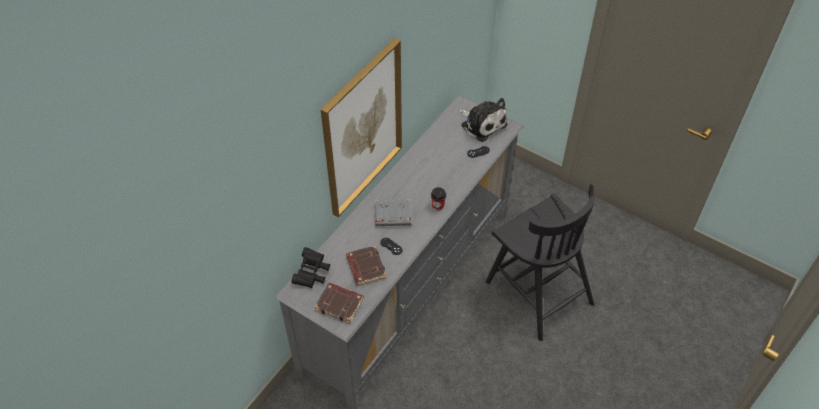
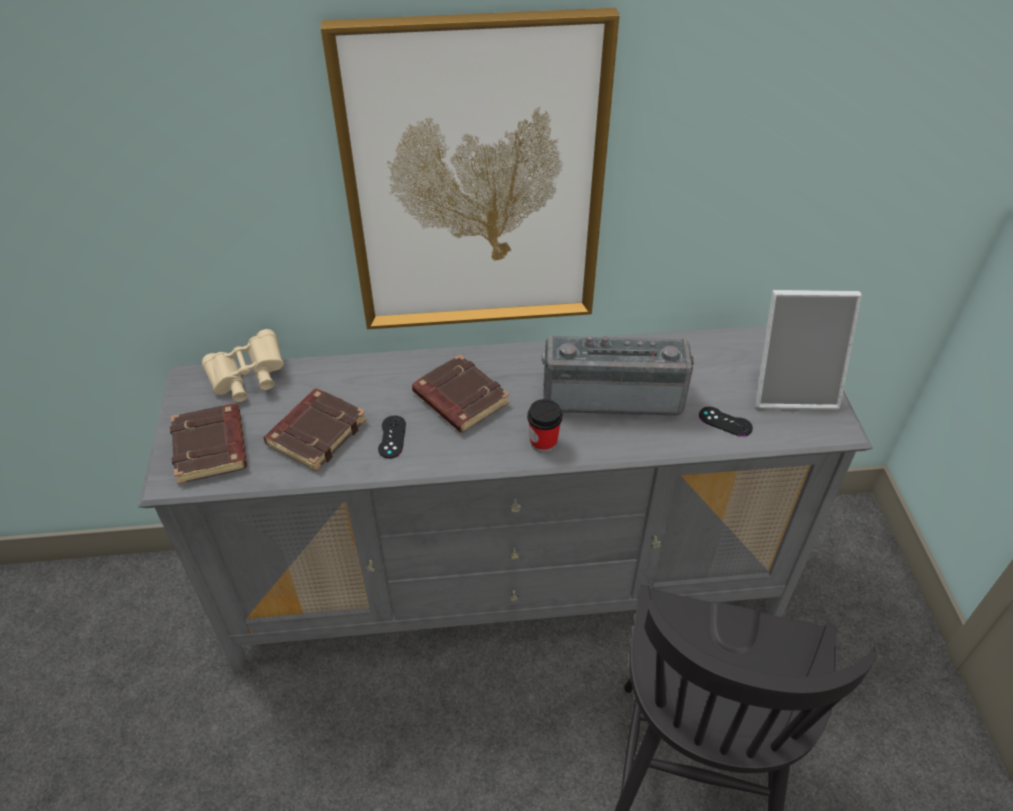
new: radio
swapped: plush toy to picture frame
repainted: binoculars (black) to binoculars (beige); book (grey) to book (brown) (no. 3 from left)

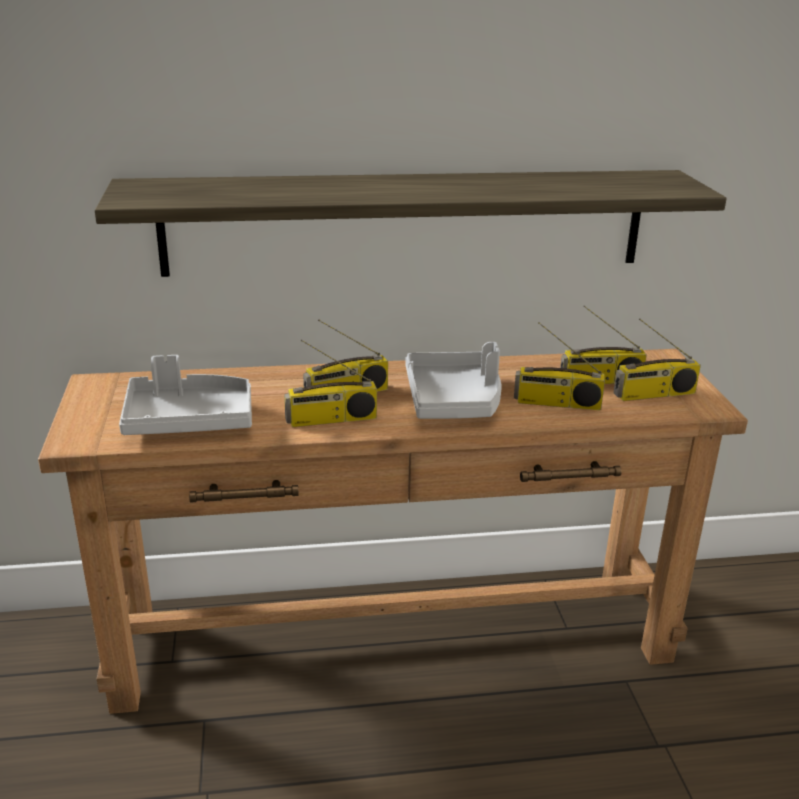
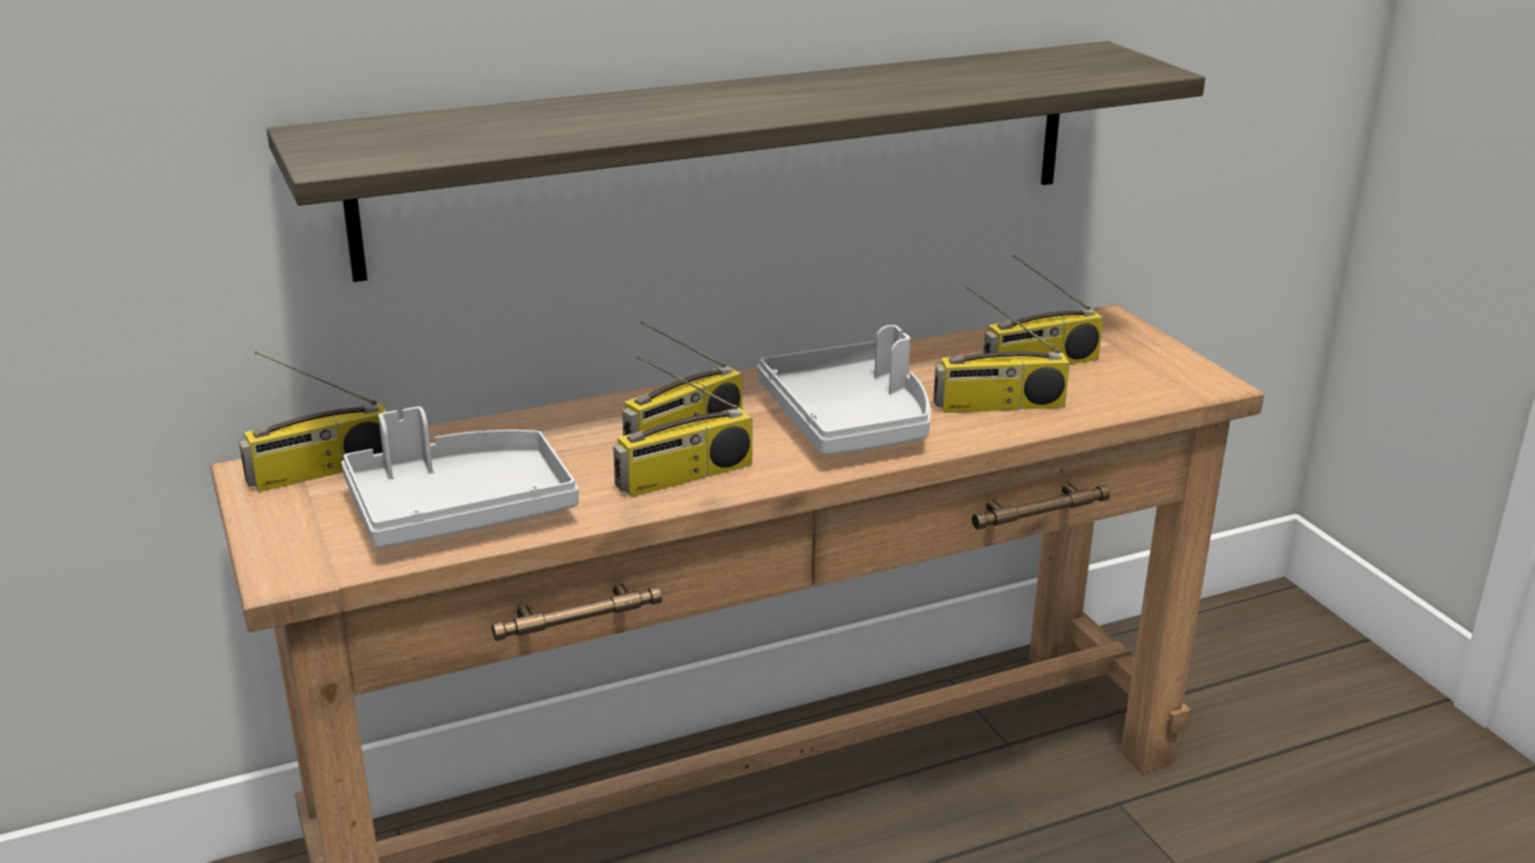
shifted: radio (no. 5 from left in the first image) to radio (no. 1 from left)

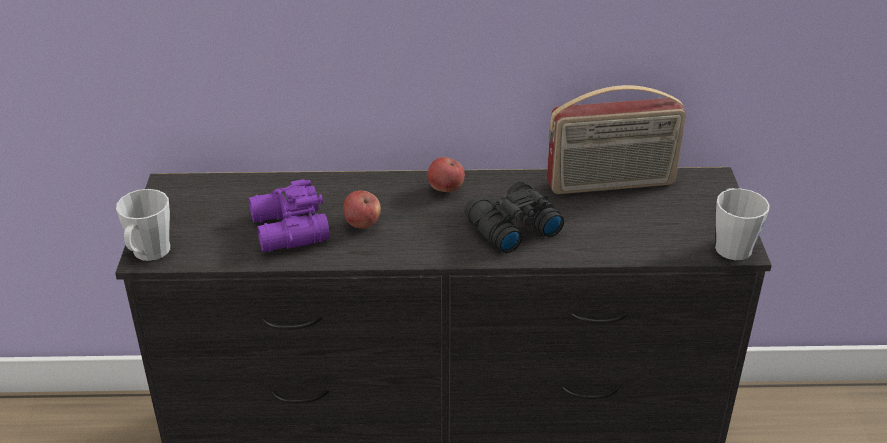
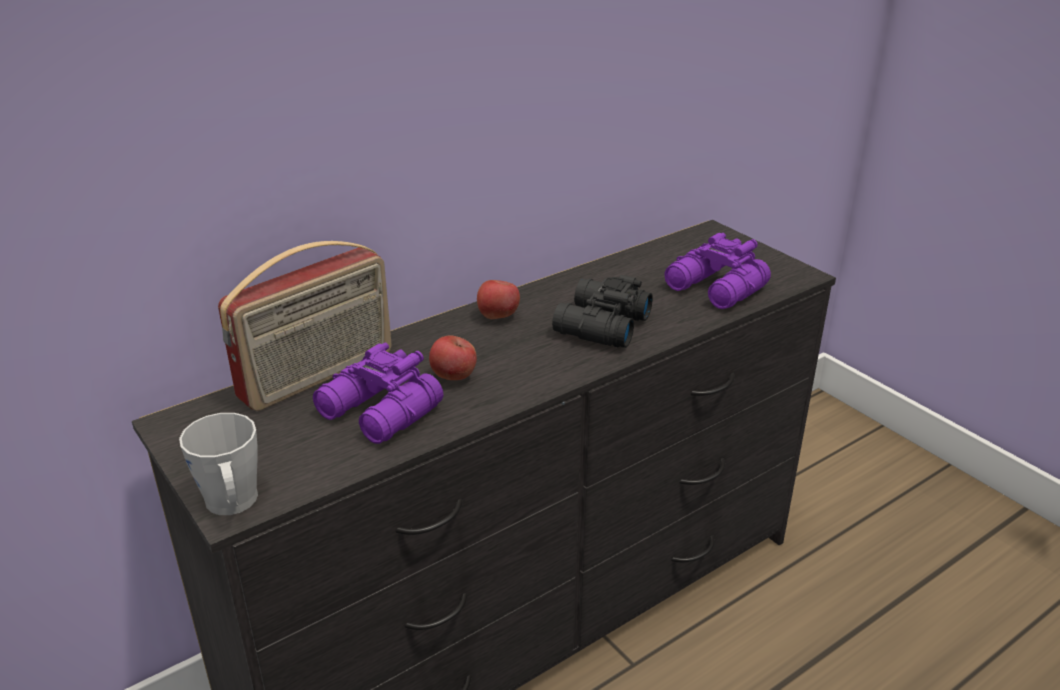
gone: mug (grey) (no. 2 from left)
new: binoculars (purple) (no. 2 from left)
shifted: radio

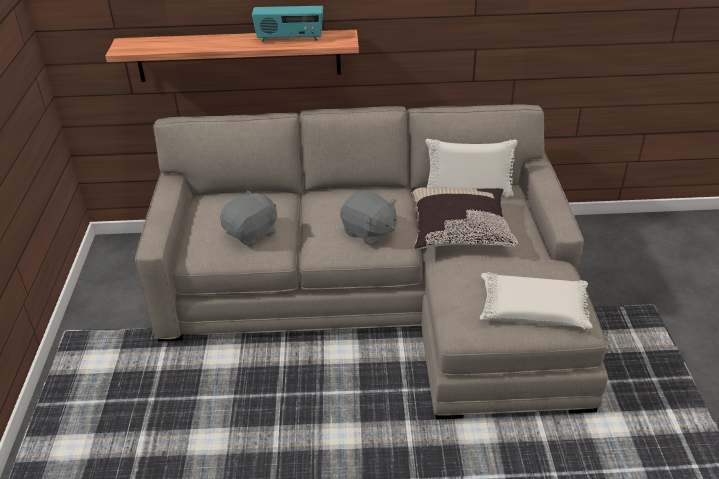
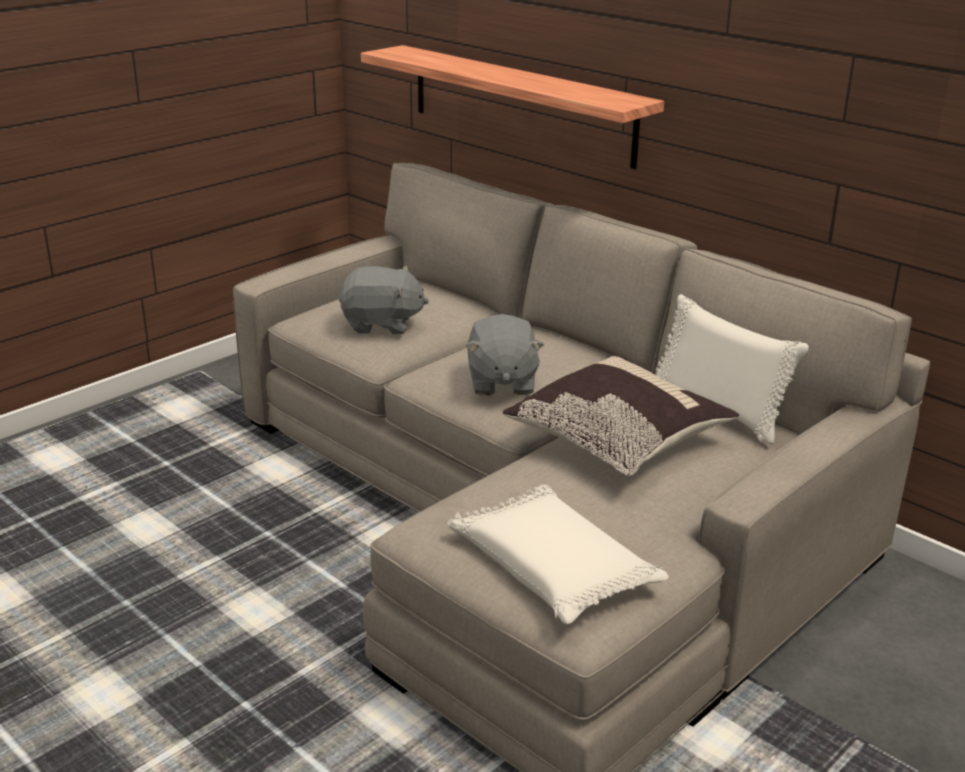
gone: radio

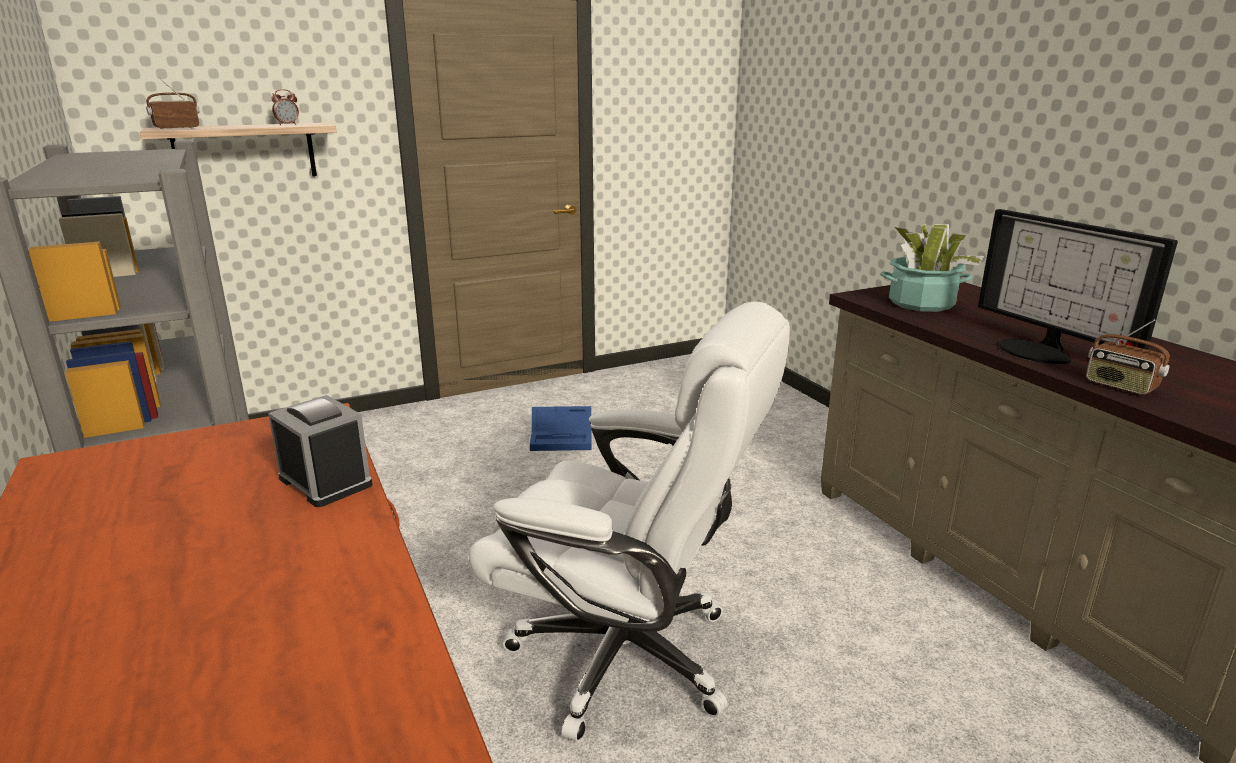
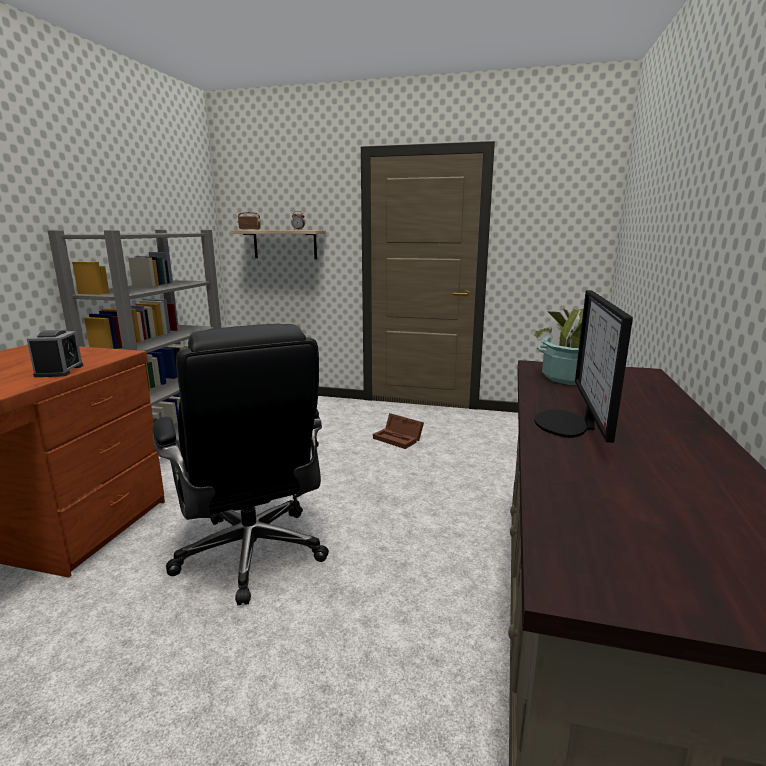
gone: radio (no. 2 from left)
repainted: office chair (white) to office chair (black); storage box (blue) to storage box (brown)

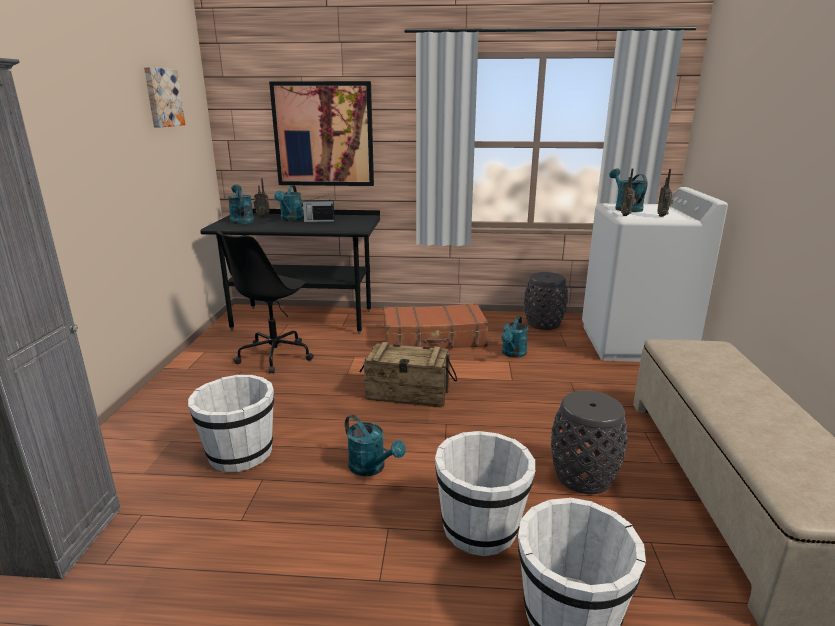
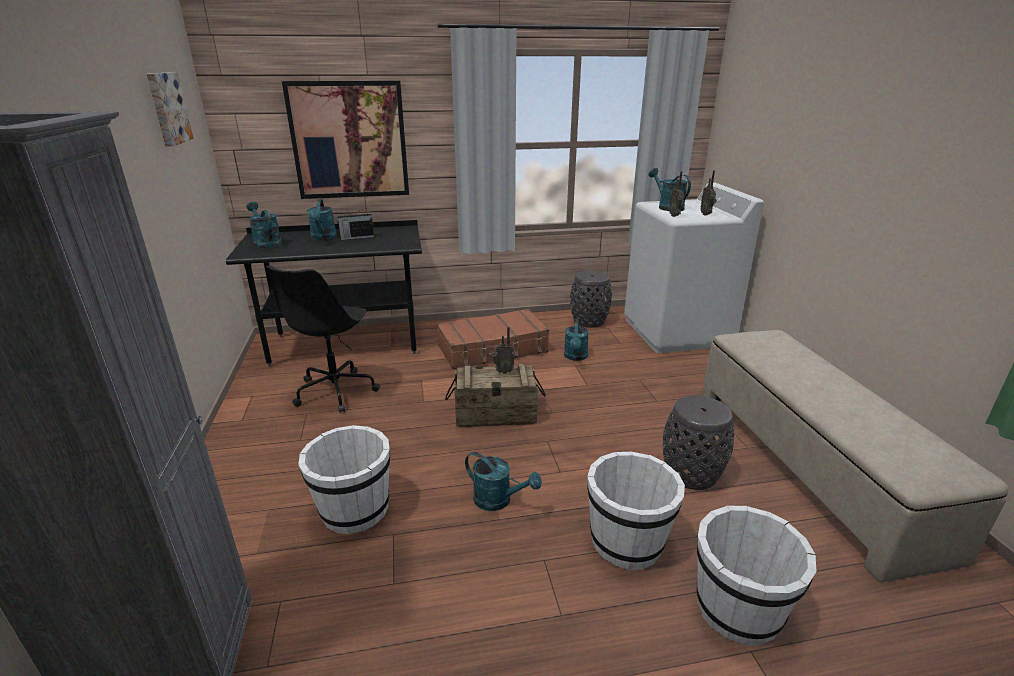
shifted: radio (no. 1 from left in the first image) to radio (no. 2 from left)

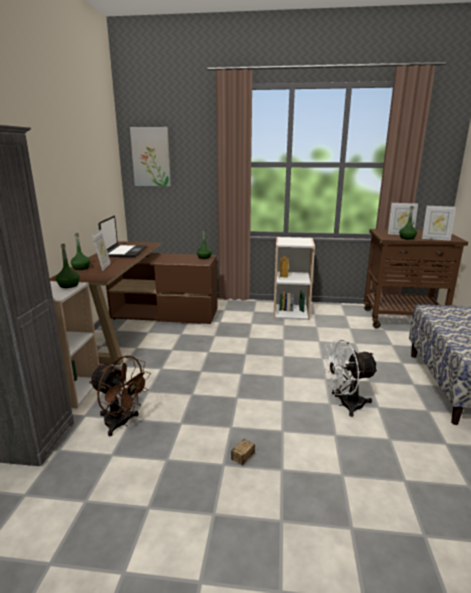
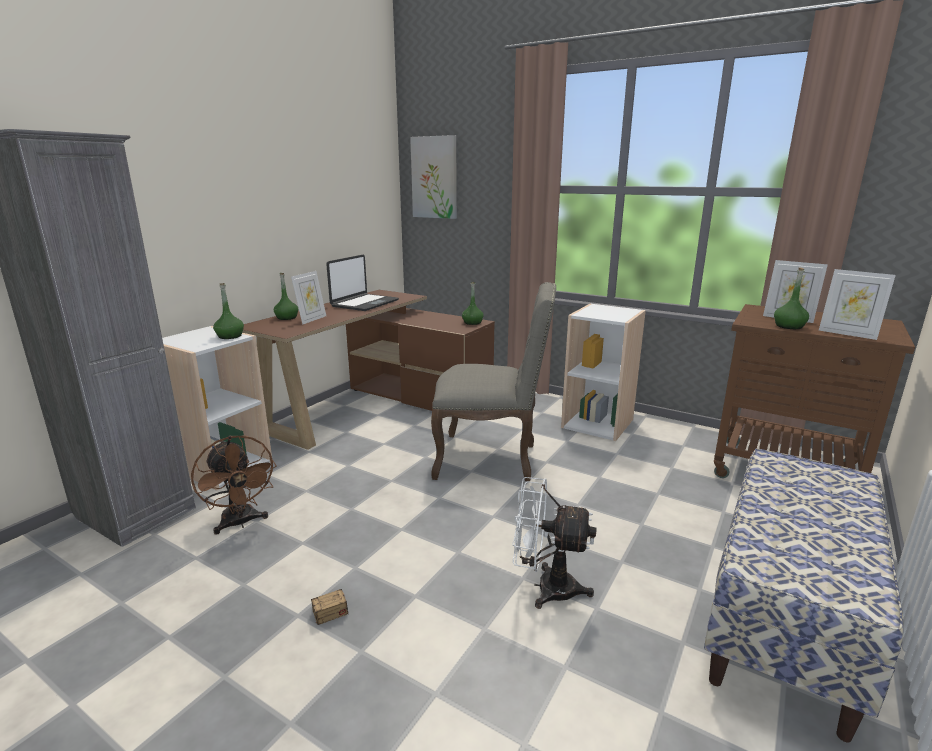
new: chair (grey)

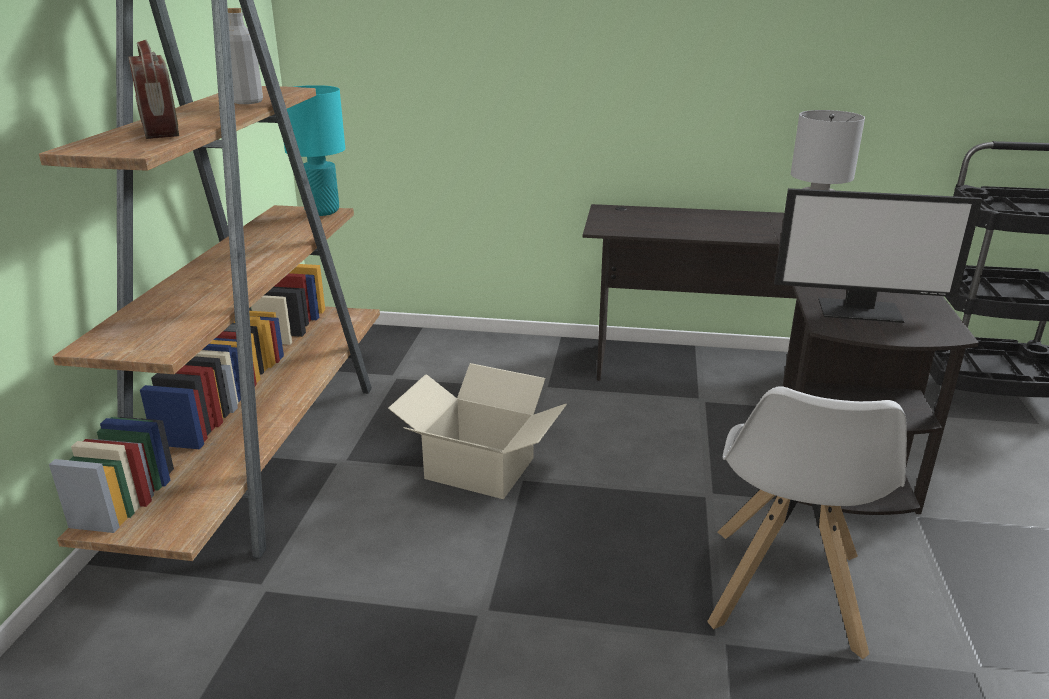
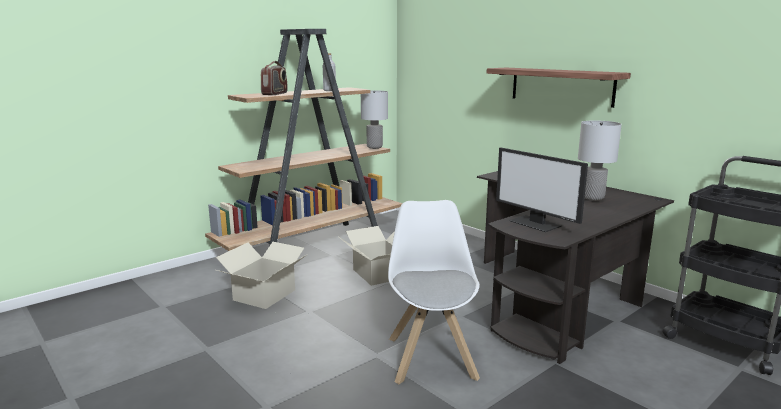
new: cardboard box (no. 1 from left); shelf
repainted: table lamp (turquoise) to table lamp (grey) (no. 1 from left)
rotated: chair 120 degrees clockwise

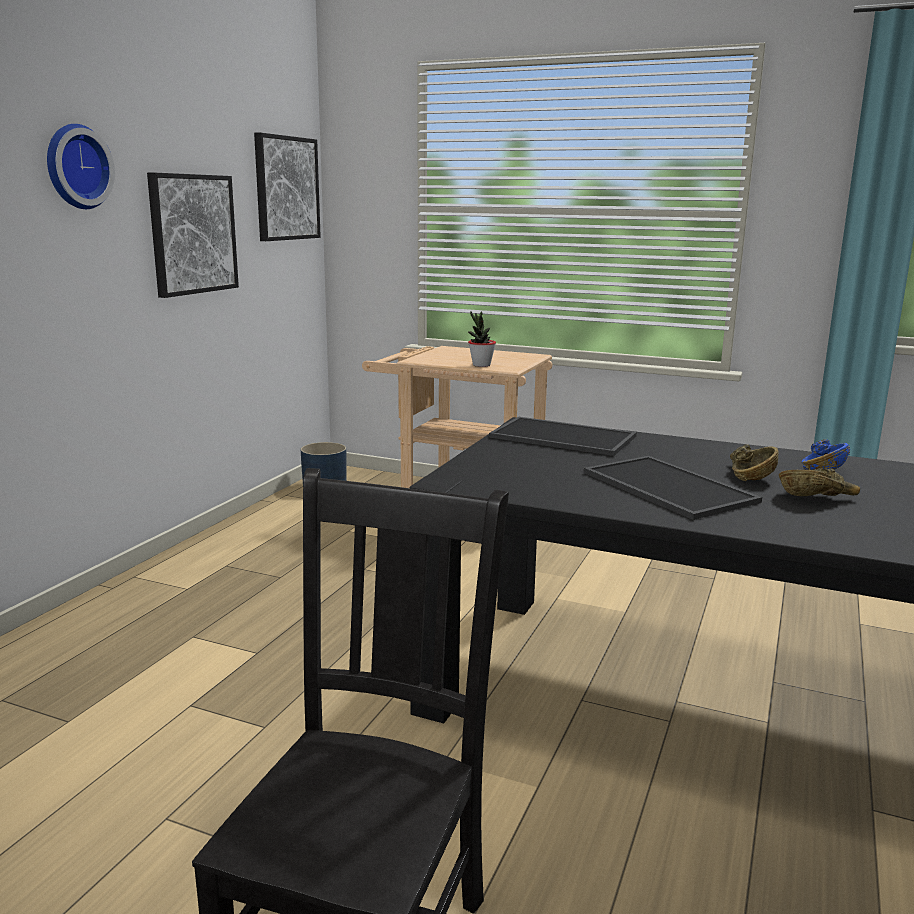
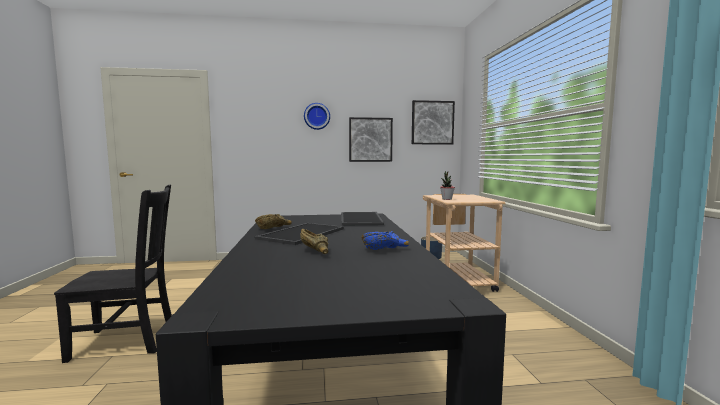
shifted: bowl (brown) (no. 1 from left)

